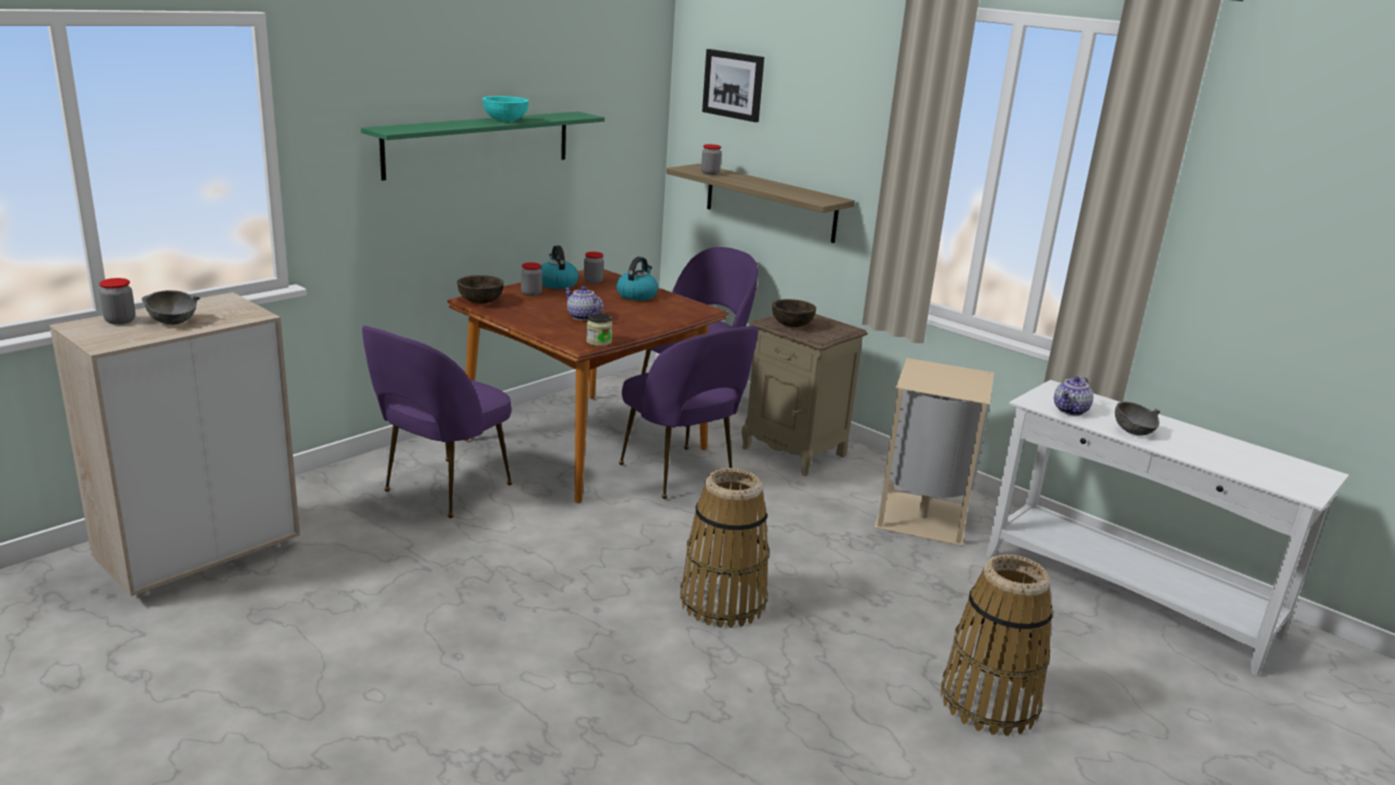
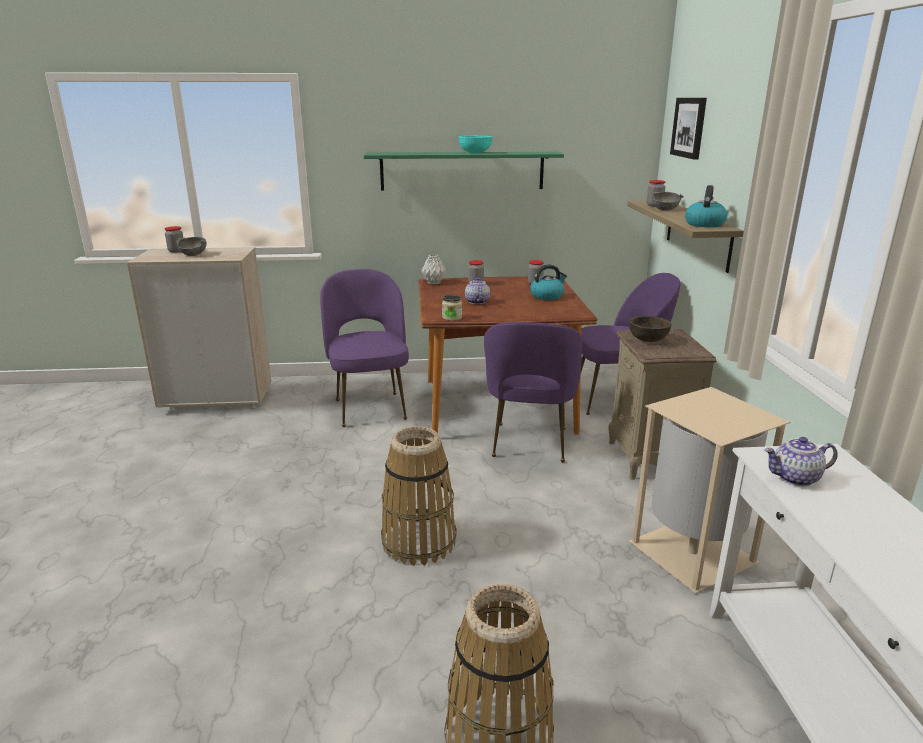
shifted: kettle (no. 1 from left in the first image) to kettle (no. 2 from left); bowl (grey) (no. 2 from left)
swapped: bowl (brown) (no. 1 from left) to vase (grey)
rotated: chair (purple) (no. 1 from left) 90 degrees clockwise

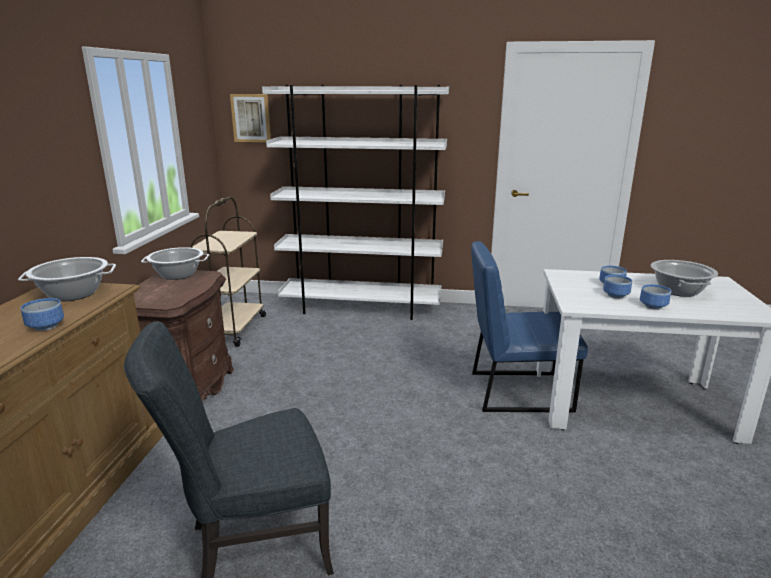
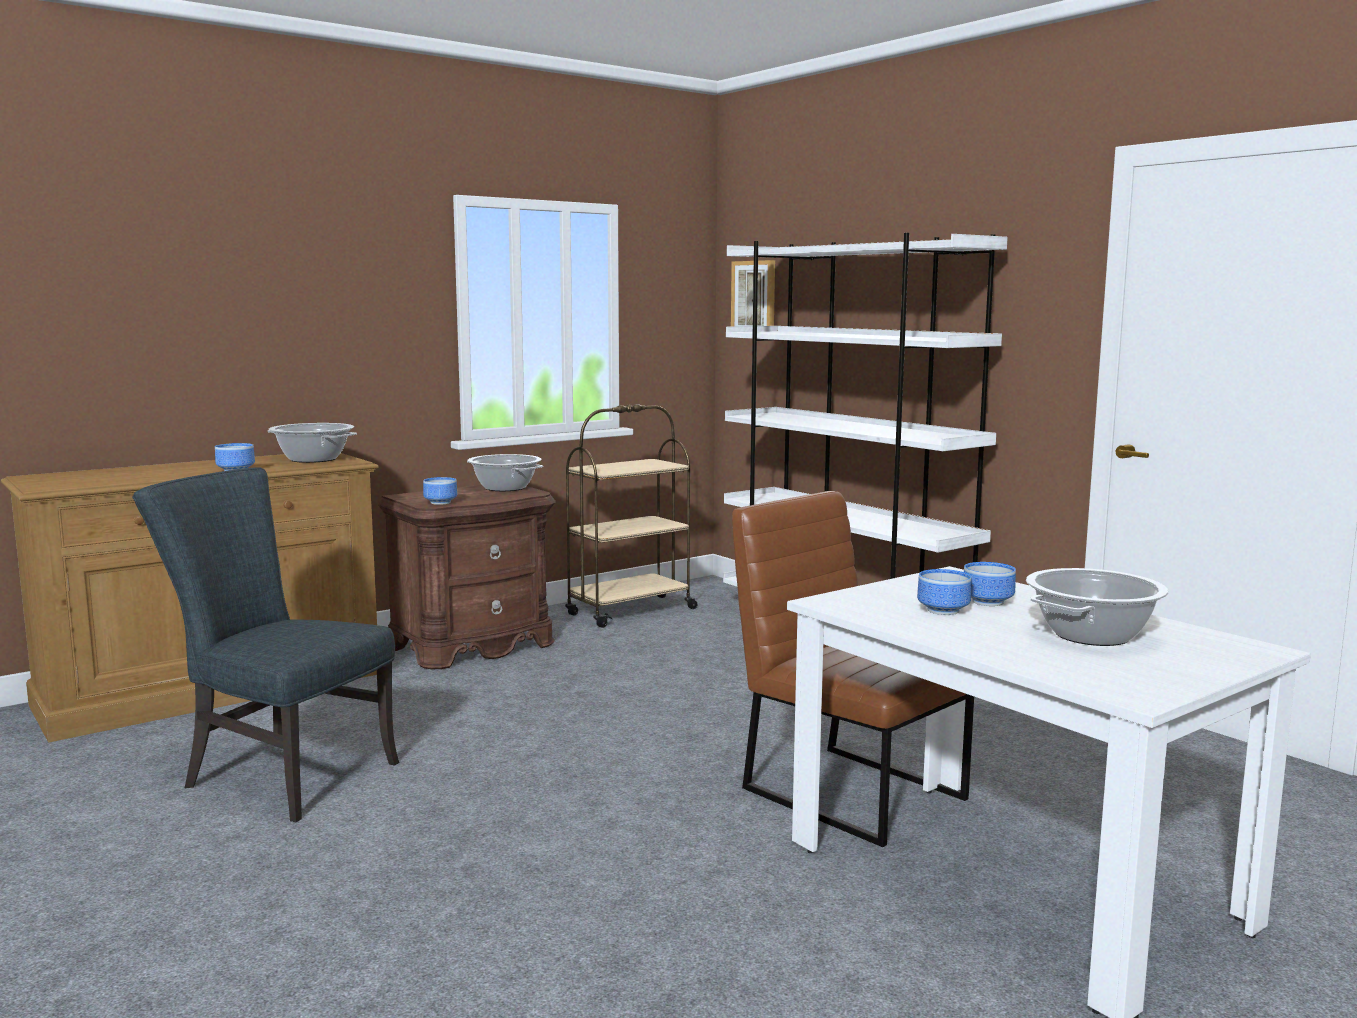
shifted: bowl (no. 4 from left in the first image) to bowl (no. 2 from left)
repainted: chair (blue) to chair (brown)

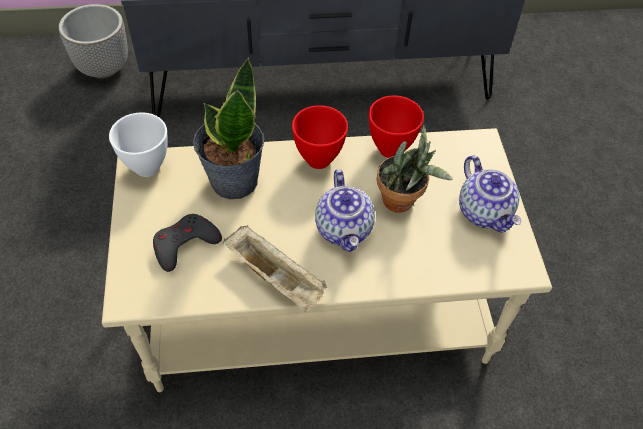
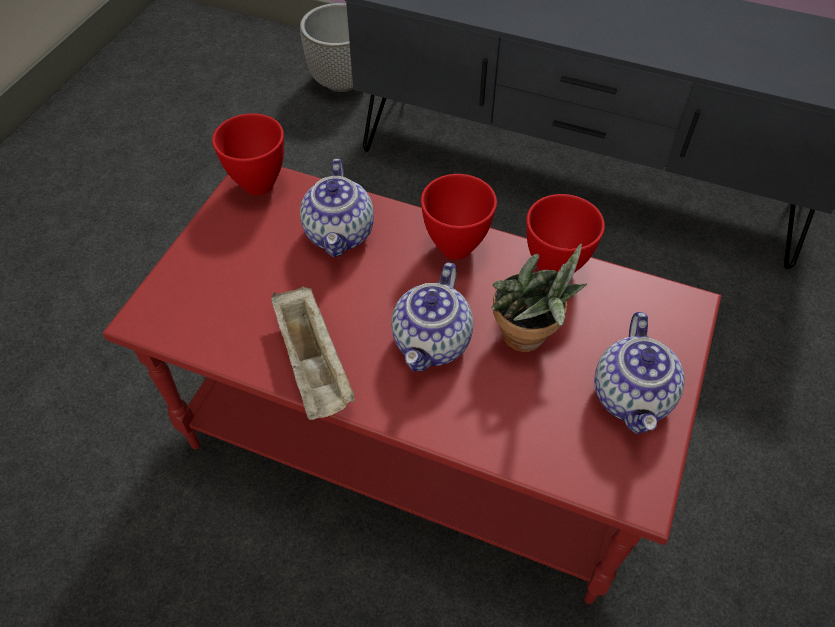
gone: game controller (grey)
swapped: potted plant (no. 1 from left) to teapot (no. 1 from left)
repainted: coffee table (beige) to coffee table (red); bowl (white) to bowl (red) (no. 1 from left)

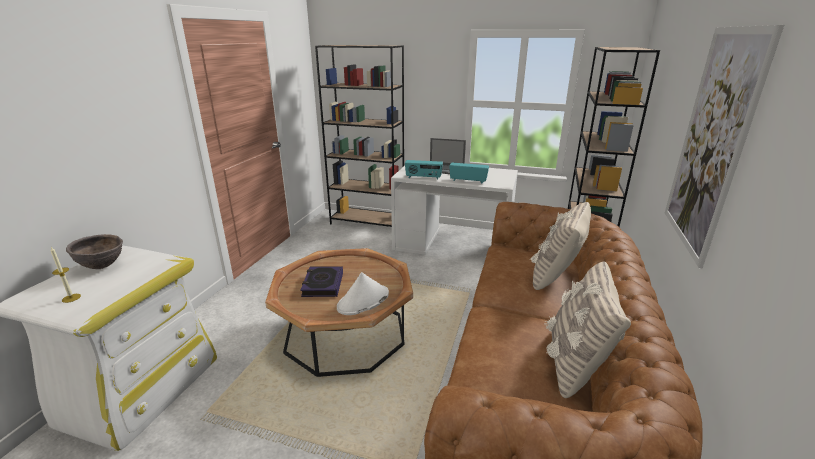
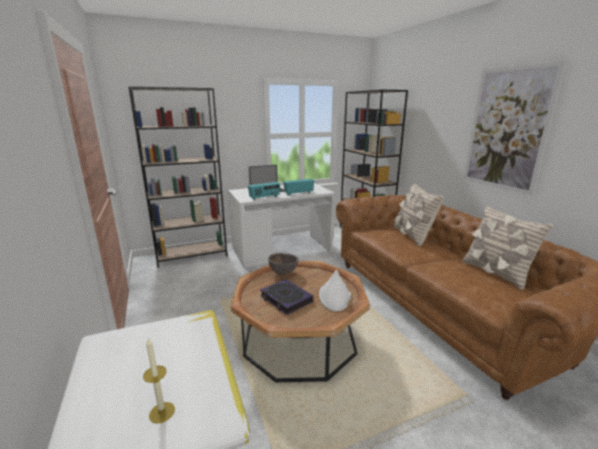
shifted: bowl (brown)

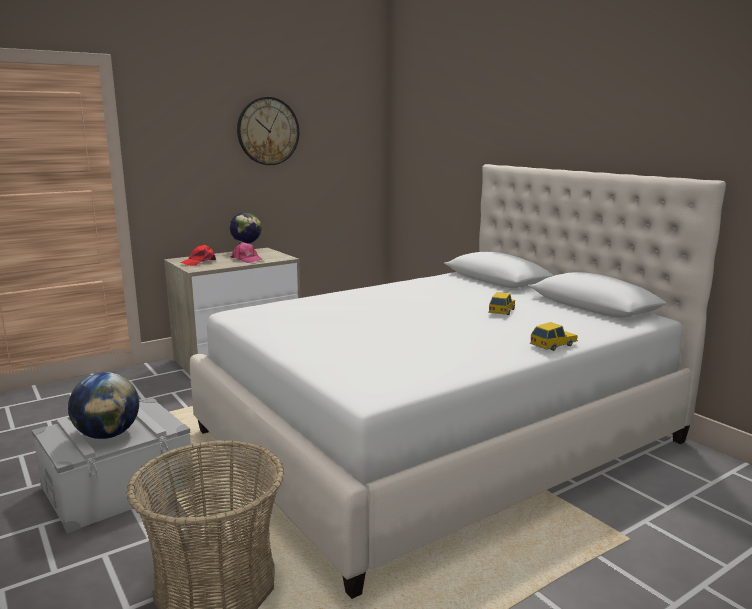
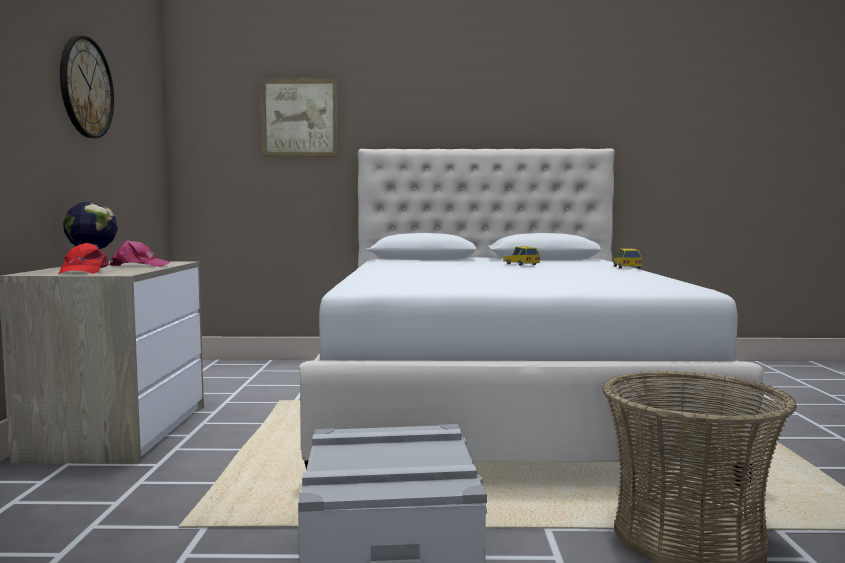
gone: globe (no. 1 from left)
new: picture

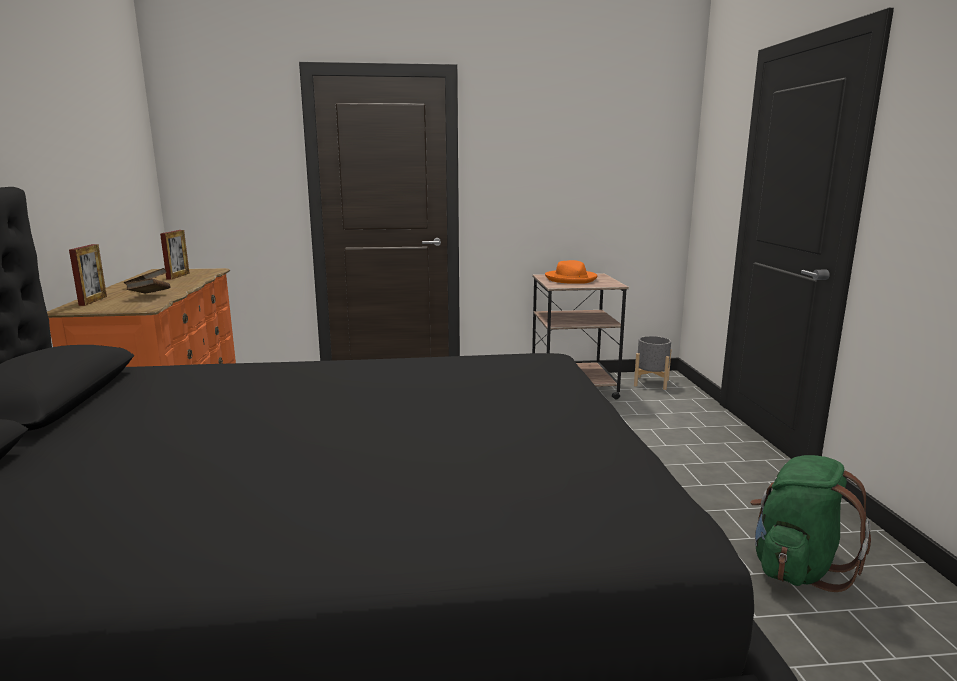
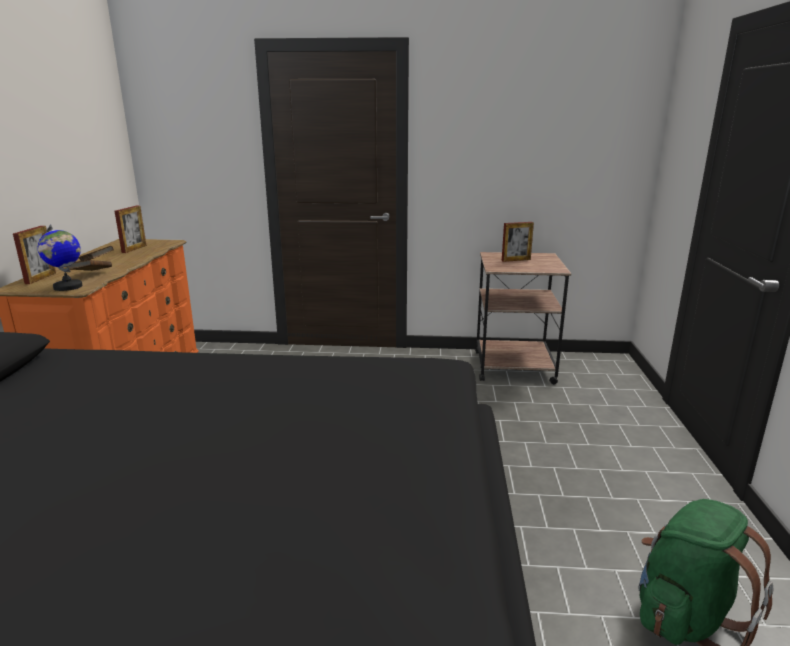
gone: planter (grey)
new: globe
swapped: hat (orange) to picture frame (no. 3 from left)

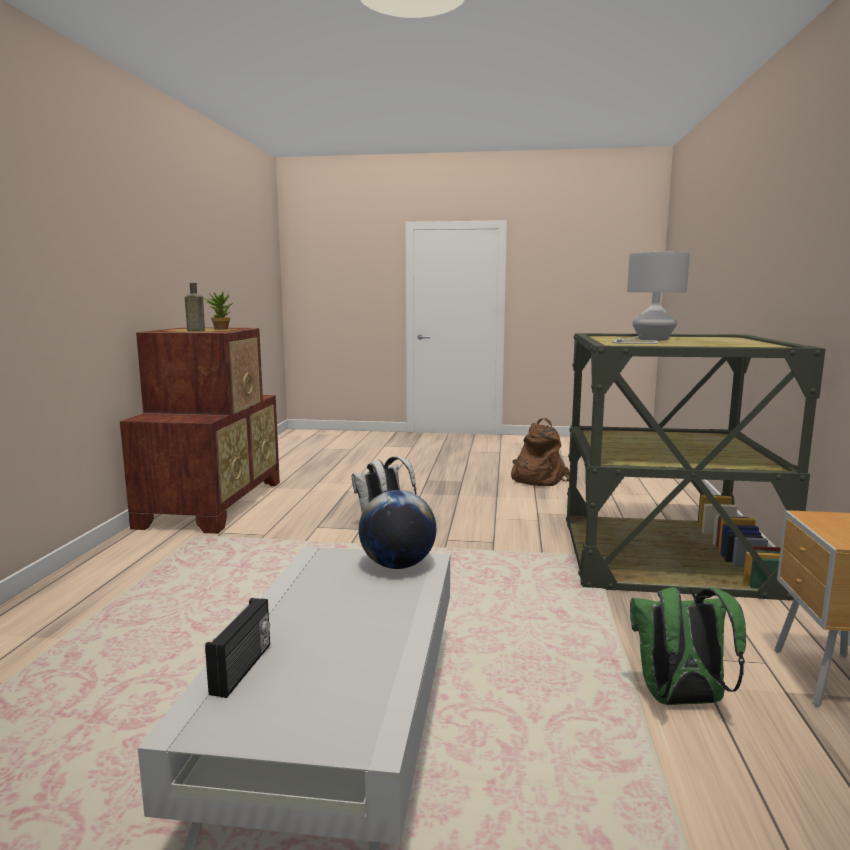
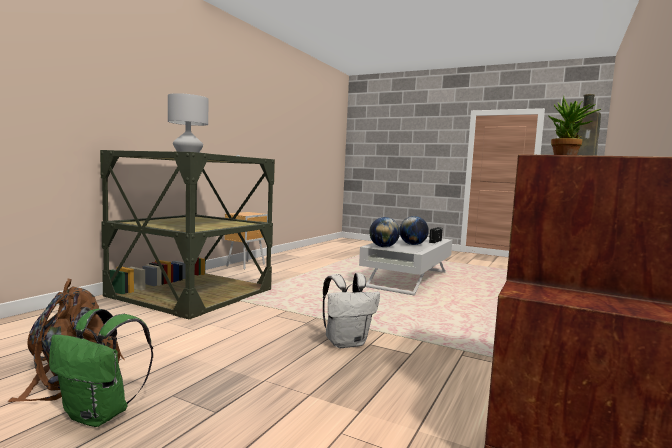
new: globe (no. 2 from left)
shifted: backpack (green)

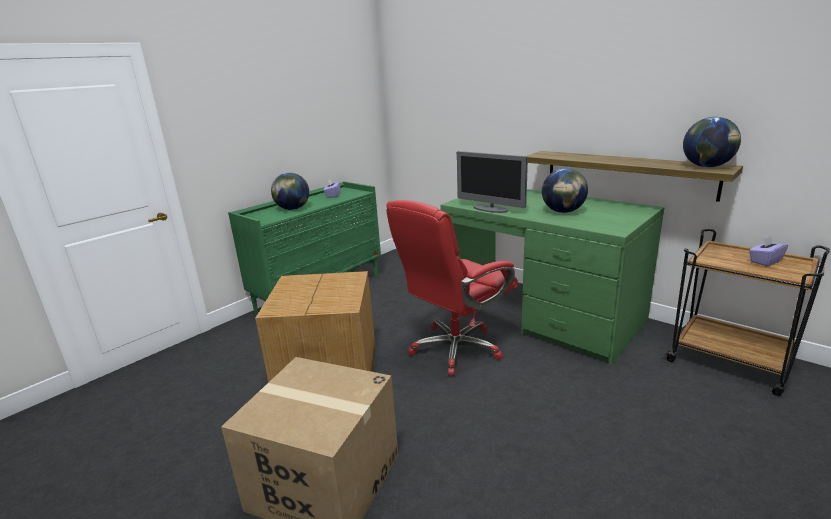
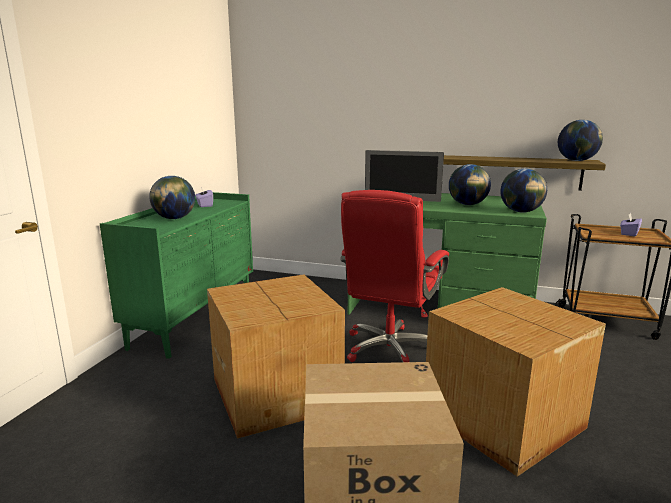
new: cardboard box (no. 3 from left); globe (no. 3 from left)

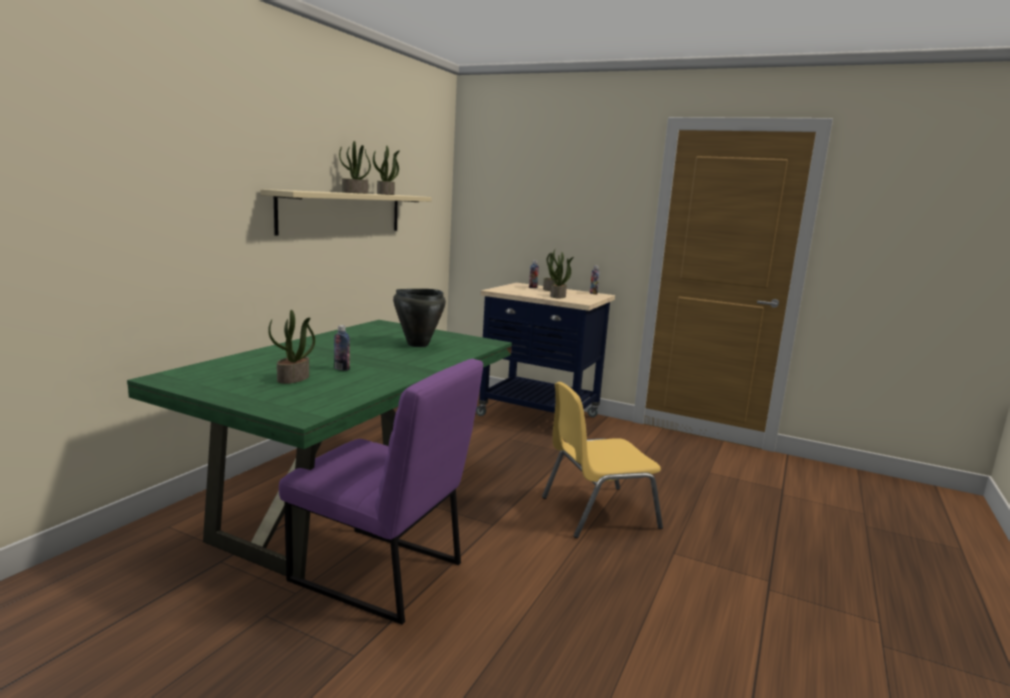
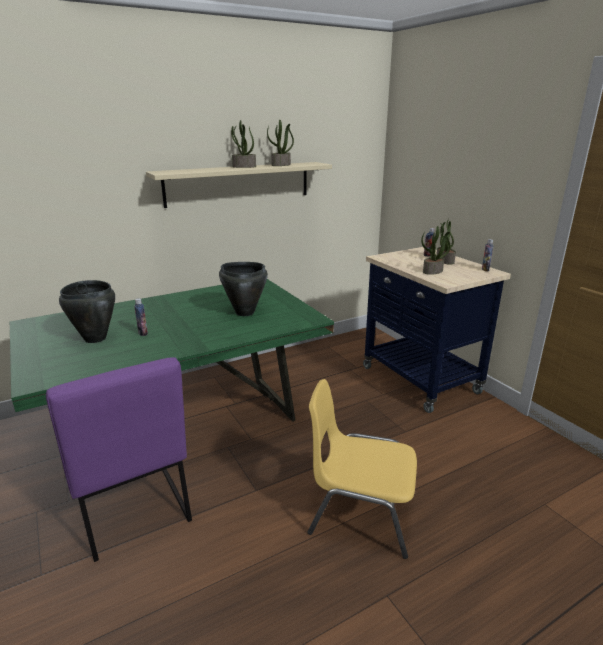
swapped: potted plant (no. 1 from left) to cooking pot (black) (no. 1 from left)

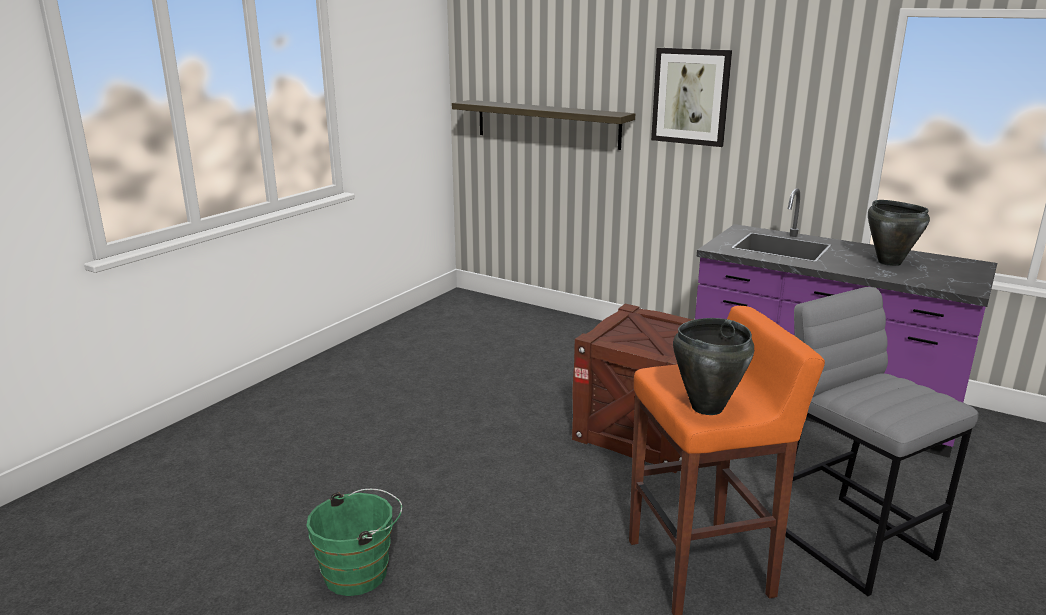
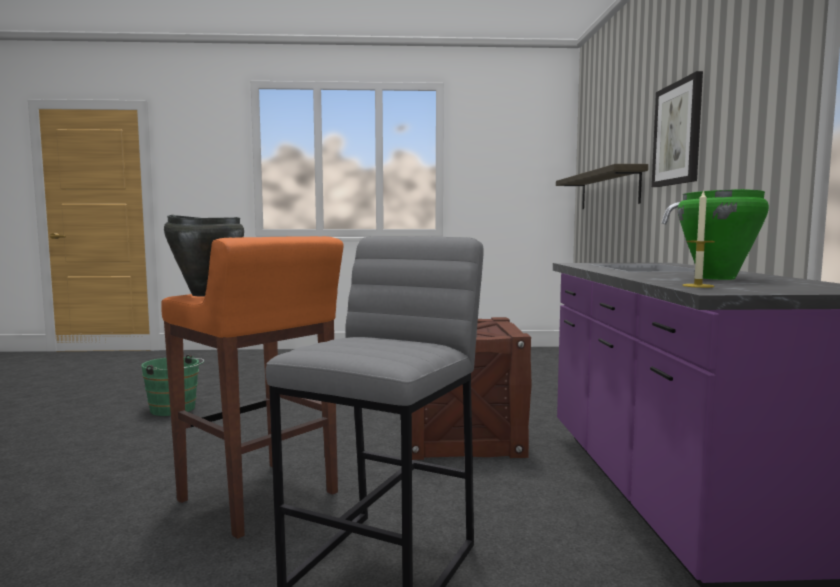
new: candle
repainted: cooking pot (black) (no. 2 from left) to cooking pot (green)

